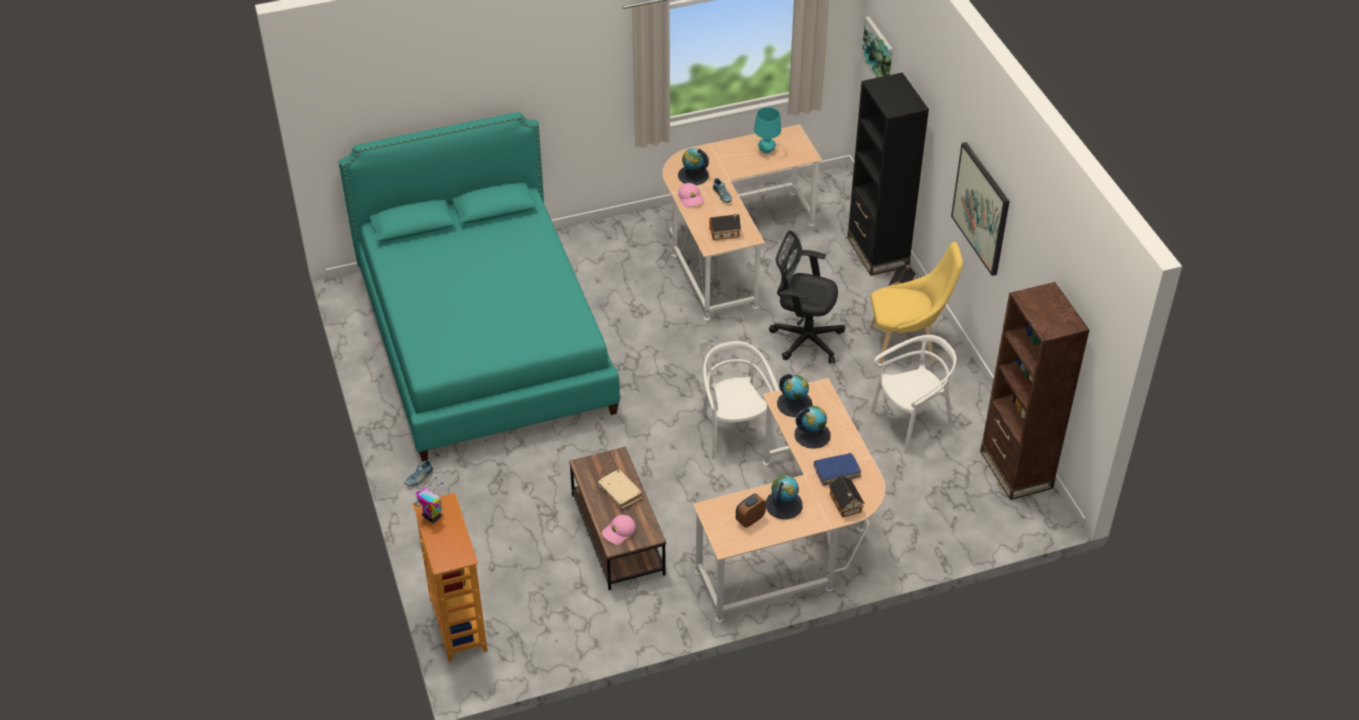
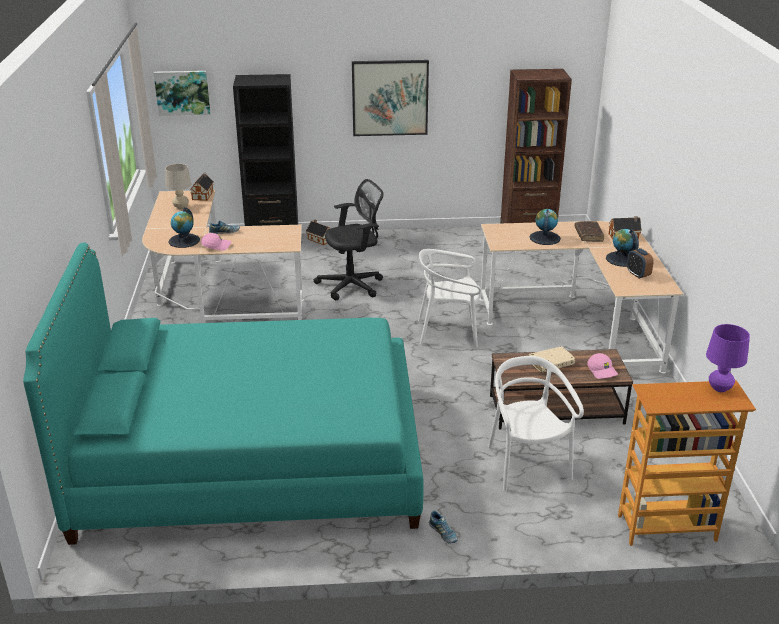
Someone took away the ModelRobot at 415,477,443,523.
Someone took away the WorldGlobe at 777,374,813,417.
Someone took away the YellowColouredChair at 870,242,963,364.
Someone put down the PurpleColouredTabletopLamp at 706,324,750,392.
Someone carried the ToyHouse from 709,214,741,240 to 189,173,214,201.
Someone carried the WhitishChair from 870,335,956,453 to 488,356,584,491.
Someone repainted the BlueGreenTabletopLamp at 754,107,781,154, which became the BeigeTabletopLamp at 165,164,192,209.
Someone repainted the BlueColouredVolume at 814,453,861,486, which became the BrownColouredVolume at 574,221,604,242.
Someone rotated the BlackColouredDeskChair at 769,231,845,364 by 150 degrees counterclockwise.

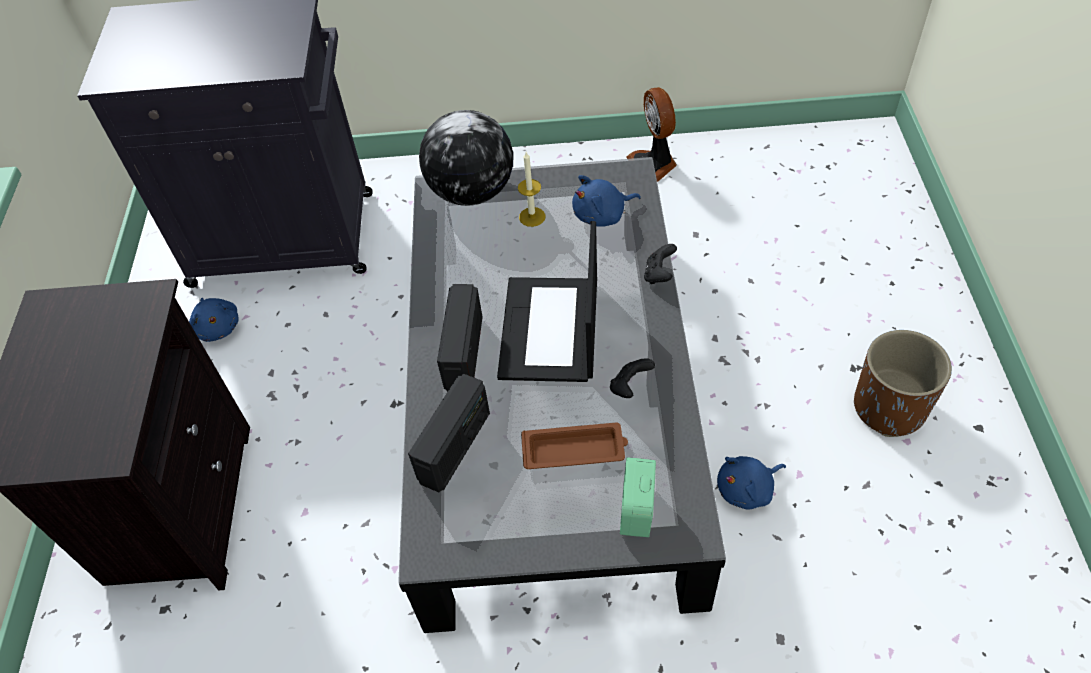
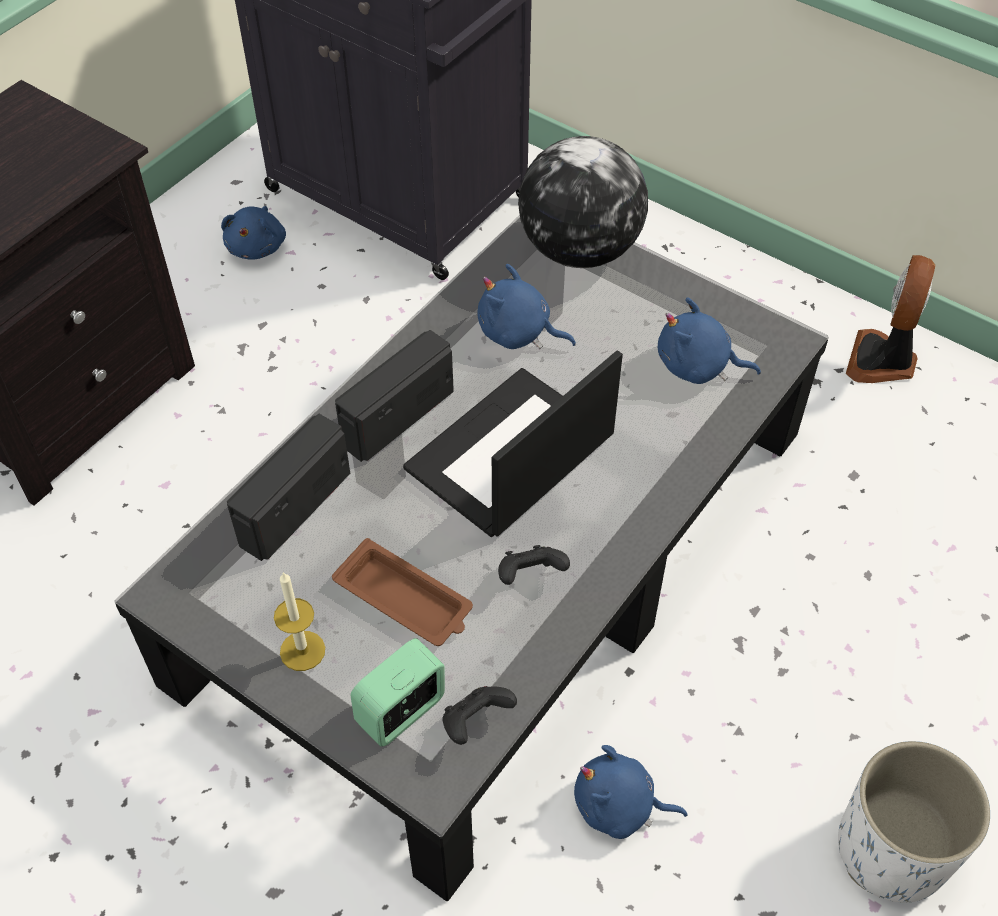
Someone put down the BlueColouredCuddlyToy at 478,264,576,349.
Someone carried the WaxLight from 518,152,546,227 to 274,572,325,671.
Someone carried the BlackColouredGameController from 644,244,677,284 to 442,686,517,745.
Someone repainted the BrownColouredFlowerPot at 854,330,952,437, which became the WhitishFlowerPot at 838,741,990,903.
Someone rotated the RadioReceiver at 408,374,490,492 by 150 degrees clockwise.

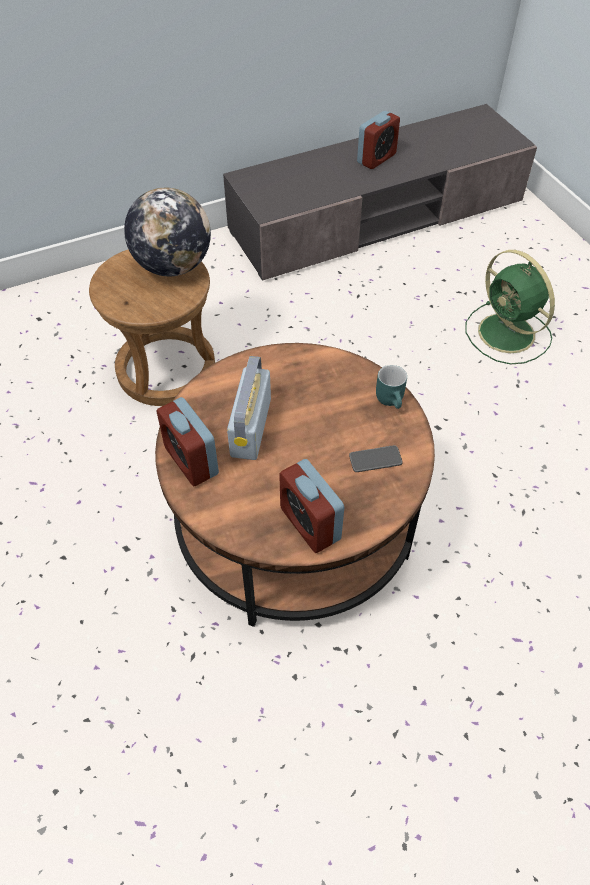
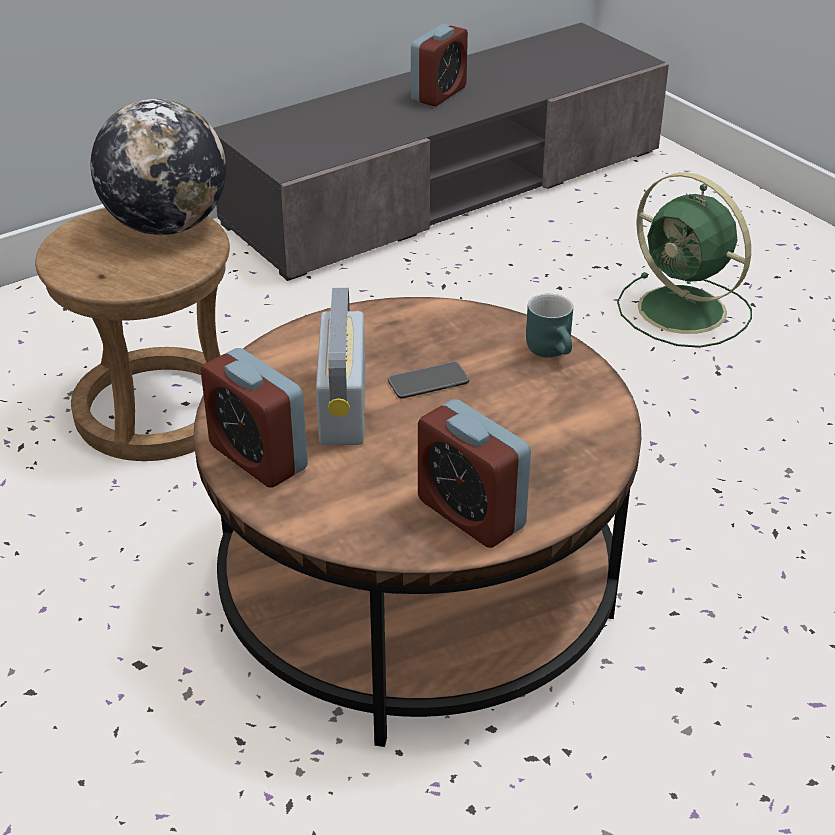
Someone carried the Phone from 349,445,403,472 to 388,362,469,398.

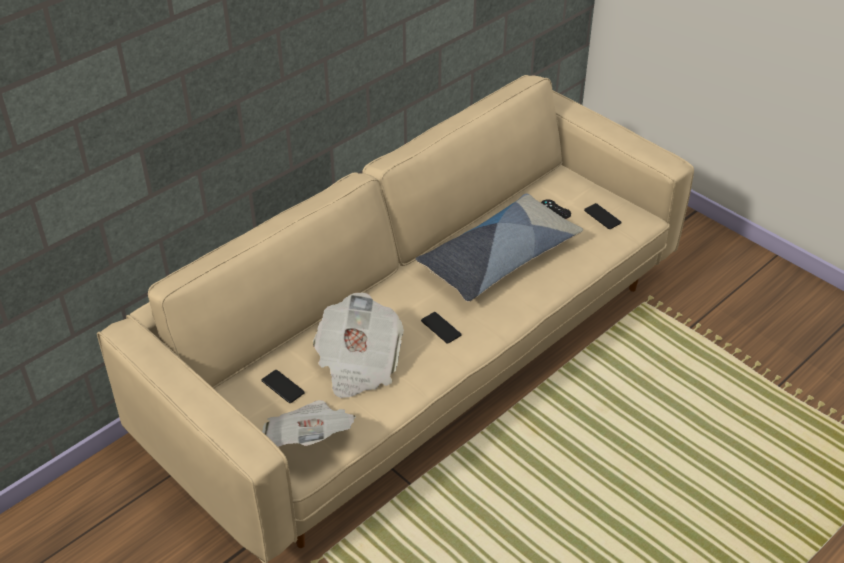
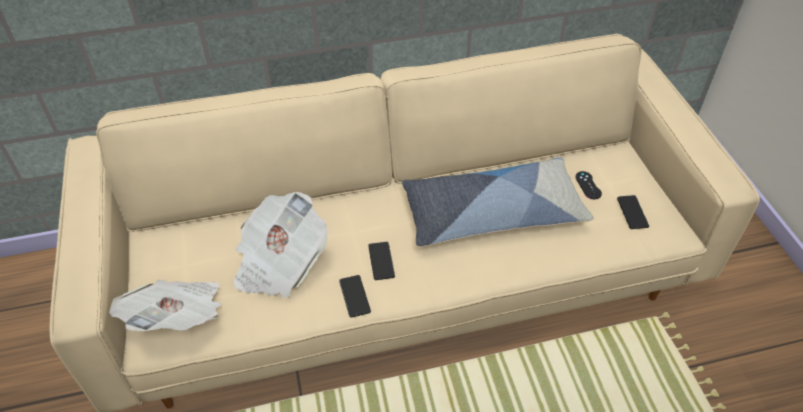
Someone carried the Phone from 262,370,305,403 to 339,275,371,318.

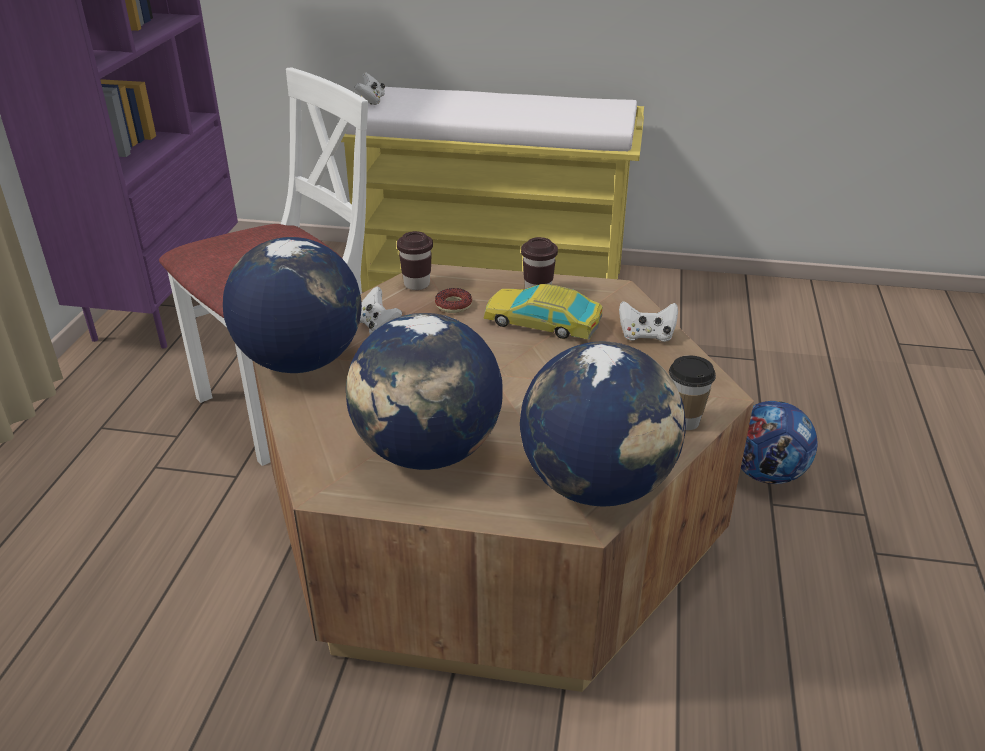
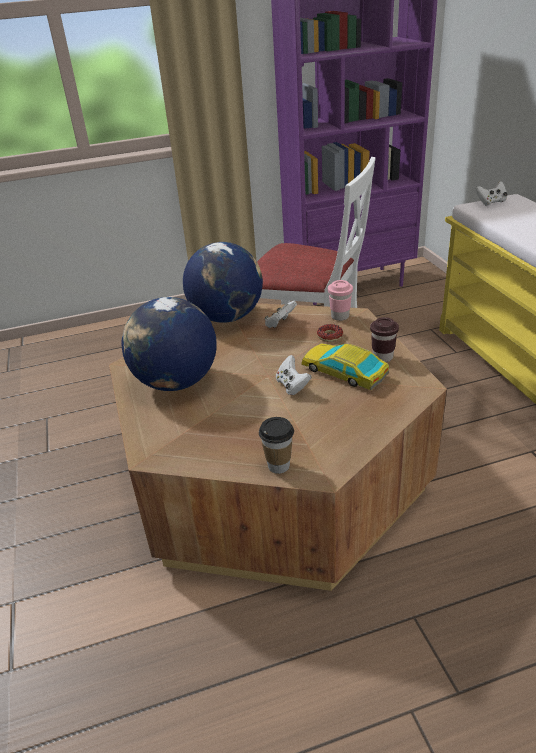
Someone took away the WorldGlobe at 520,341,686,507.
Someone took away the BallForFootball at 741,401,818,484.
Someone carried the WhitishGameController from 619,301,678,342 to 276,355,311,395.
Someone repainted the BrownColouredCup at 397,231,433,290, which became the PinkishCup at 328,280,353,321.
Someone rotated the MiniatureCar at 483,284,603,340 by 45 degrees counterclockwise.

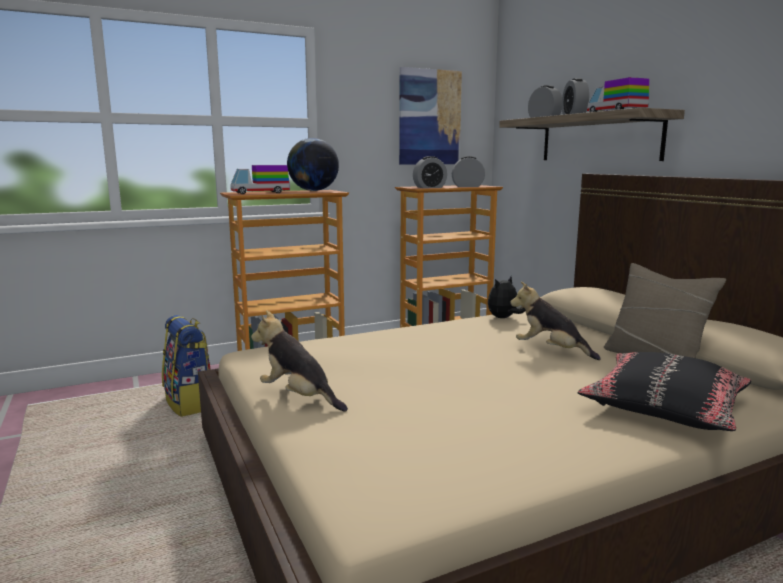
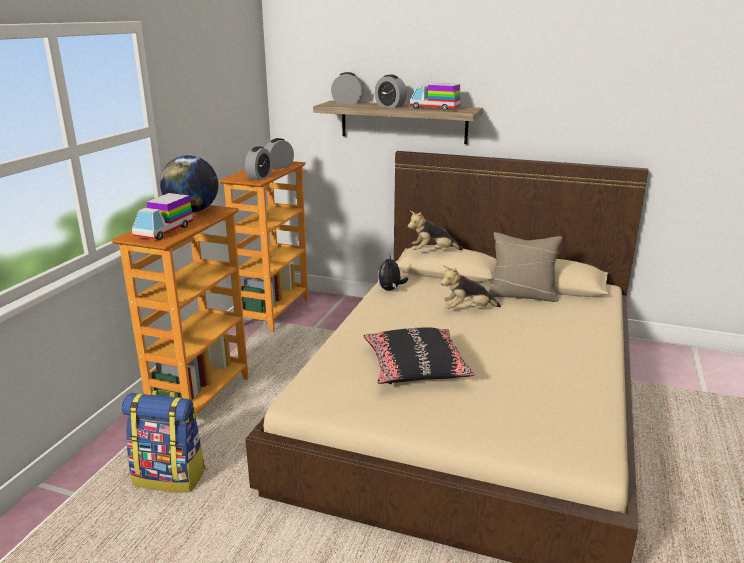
Someone took away the WallPicture at 399,67,462,164.
Someone carried the CuddlyToy from 251,310,348,412 to 408,211,463,250.
Someone carried the BlackColouredPillow from 578,352,751,431 to 363,327,475,384.

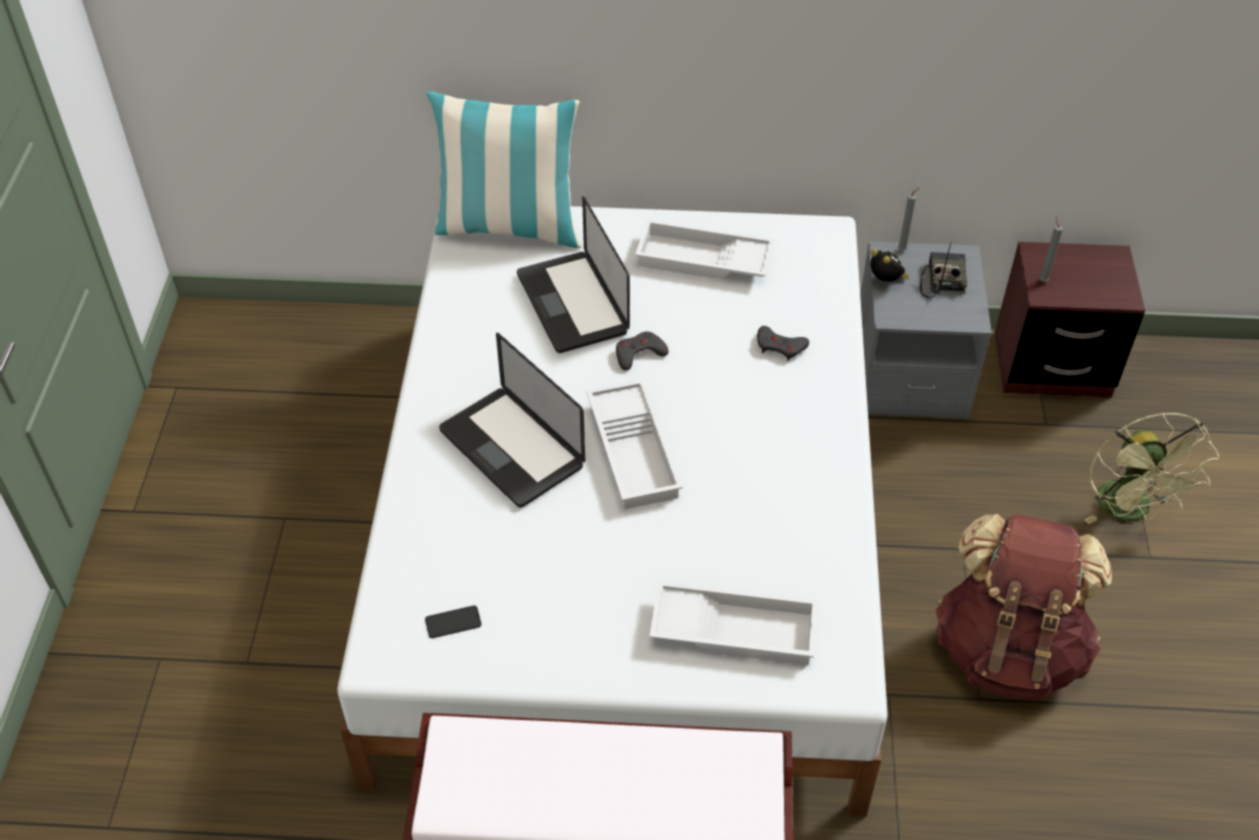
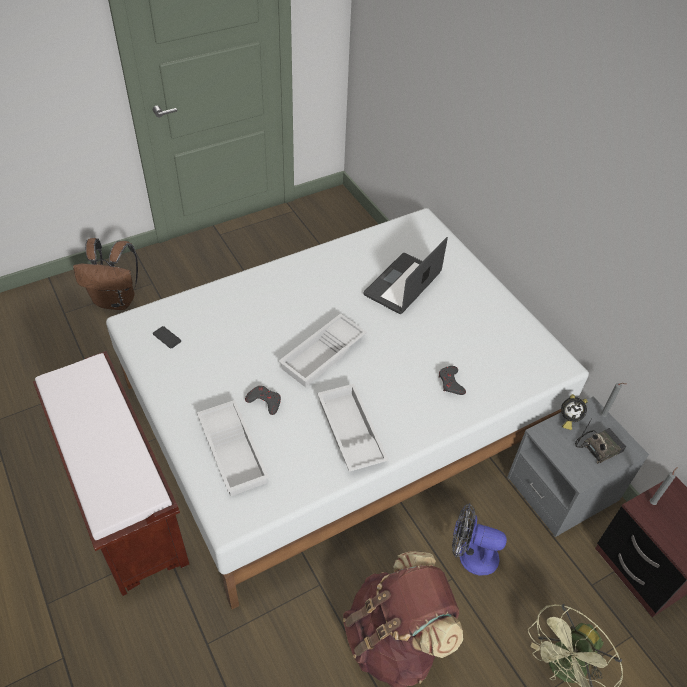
Someone took away the Pillow at 426,92,582,248.
Someone took away the Laptop at 439,333,585,508.
Someone put down the BrownColouredBackpack at 73,238,138,310.
Someone put down the ElectricFan at 452,503,507,576.
Someone carried the GrayGameController from 616,331,669,370 to 245,386,281,415.
Someone carried the WhitishServingTray from 635,219,774,279 to 317,384,388,472.
Someone rotated the BedsideClock at 870,249,909,282 by 75 degrees clockwise.

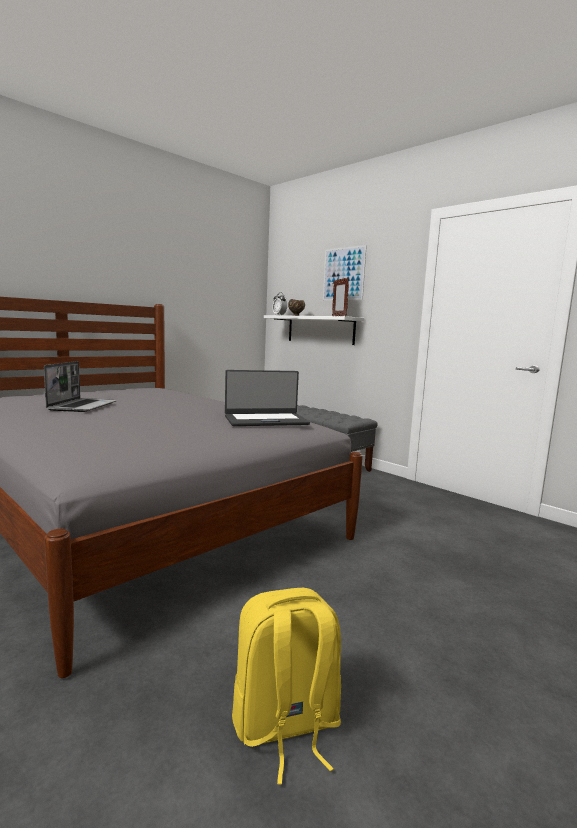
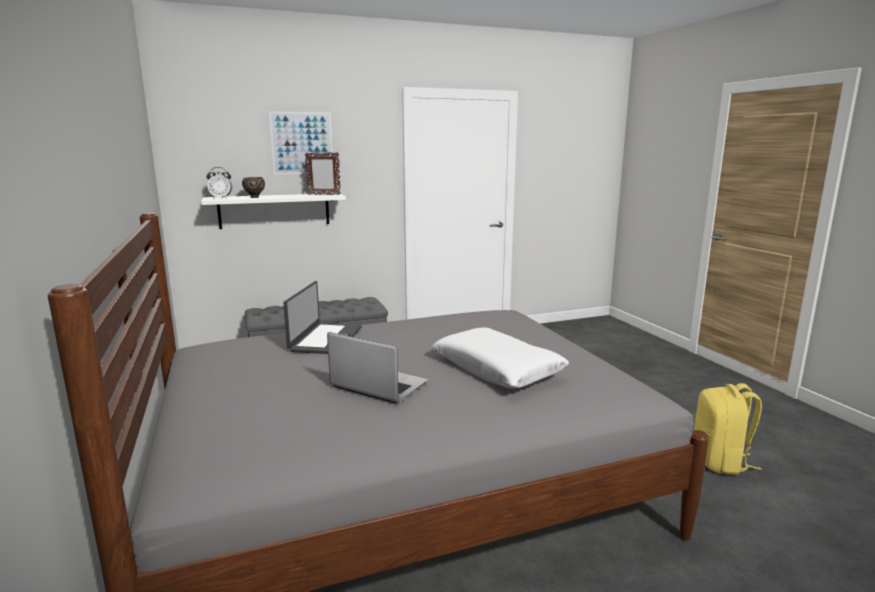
Someone put down the WhitishPillow at 432,327,569,389.
Someone carried the Laptop from 225,370,310,426 to 284,281,361,354.

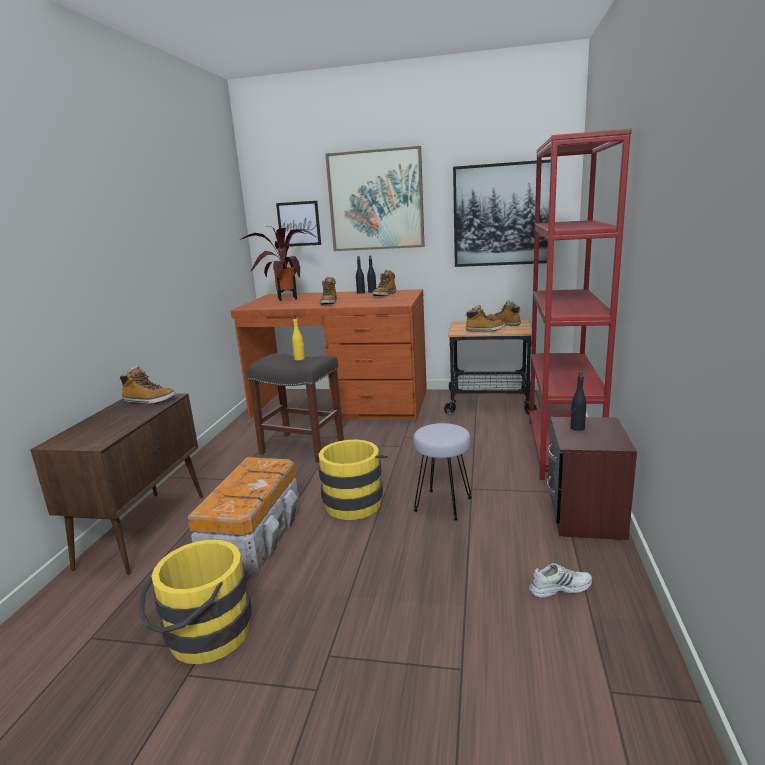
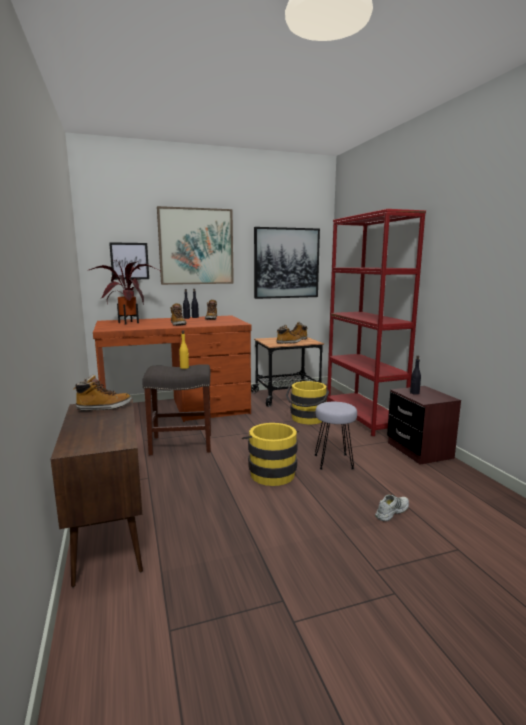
Someone took away the StorageBin at 188,457,300,575.
Someone carried the YellowColouredWaterBucket from 139,540,252,664 to 286,381,329,424.
Someone carried the WhitishLowShoe from 529,563,592,598 to 375,494,409,521.

